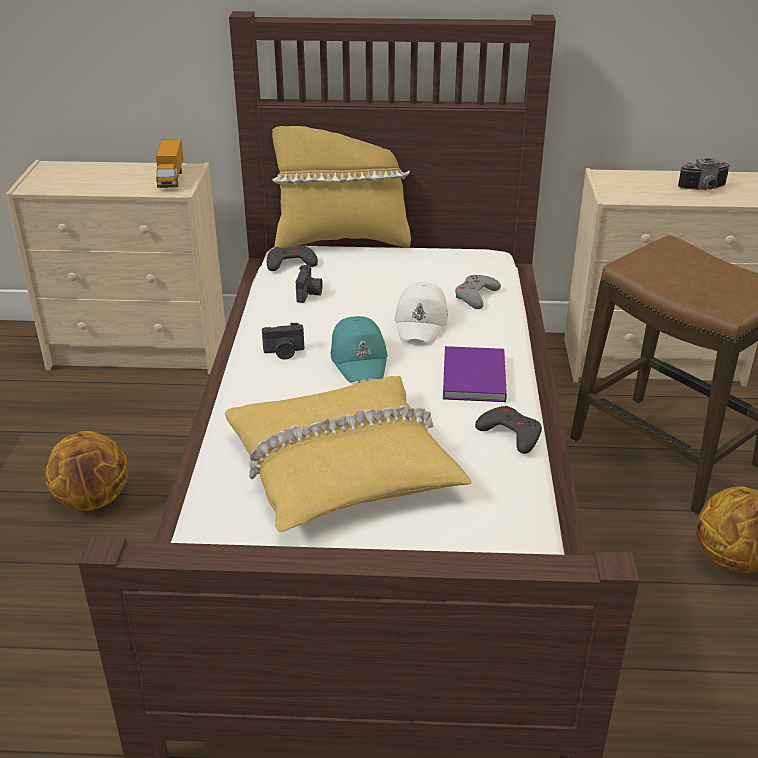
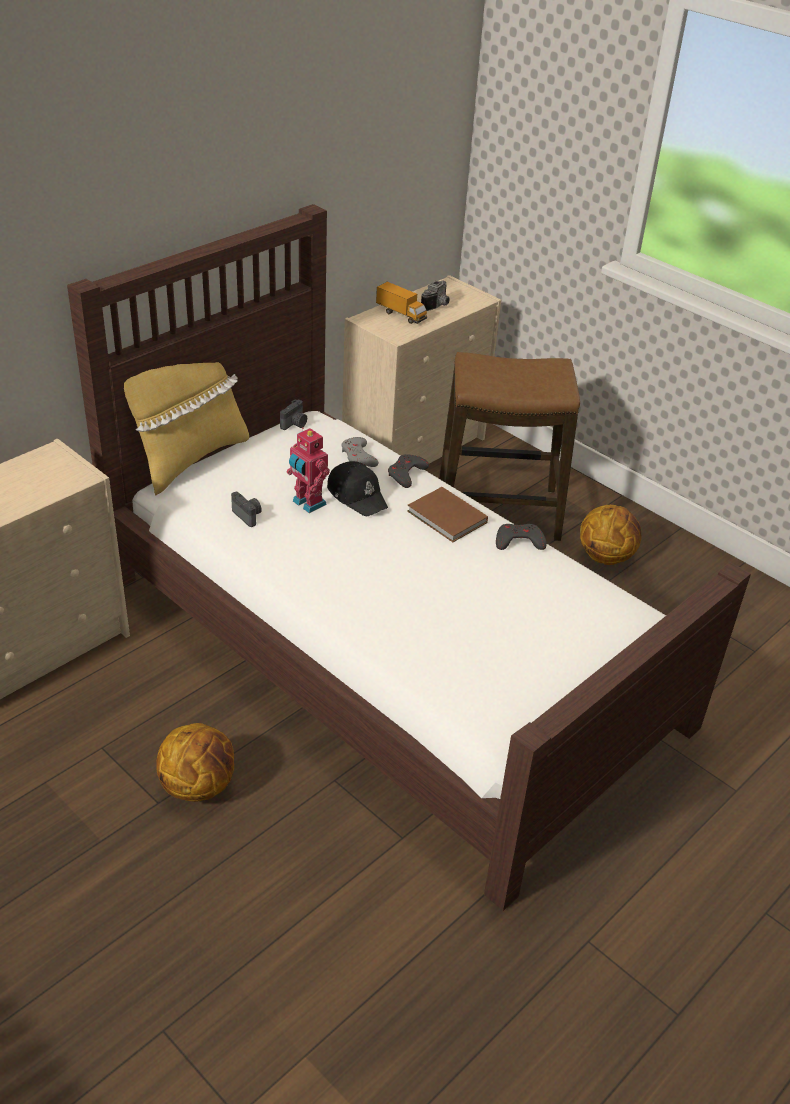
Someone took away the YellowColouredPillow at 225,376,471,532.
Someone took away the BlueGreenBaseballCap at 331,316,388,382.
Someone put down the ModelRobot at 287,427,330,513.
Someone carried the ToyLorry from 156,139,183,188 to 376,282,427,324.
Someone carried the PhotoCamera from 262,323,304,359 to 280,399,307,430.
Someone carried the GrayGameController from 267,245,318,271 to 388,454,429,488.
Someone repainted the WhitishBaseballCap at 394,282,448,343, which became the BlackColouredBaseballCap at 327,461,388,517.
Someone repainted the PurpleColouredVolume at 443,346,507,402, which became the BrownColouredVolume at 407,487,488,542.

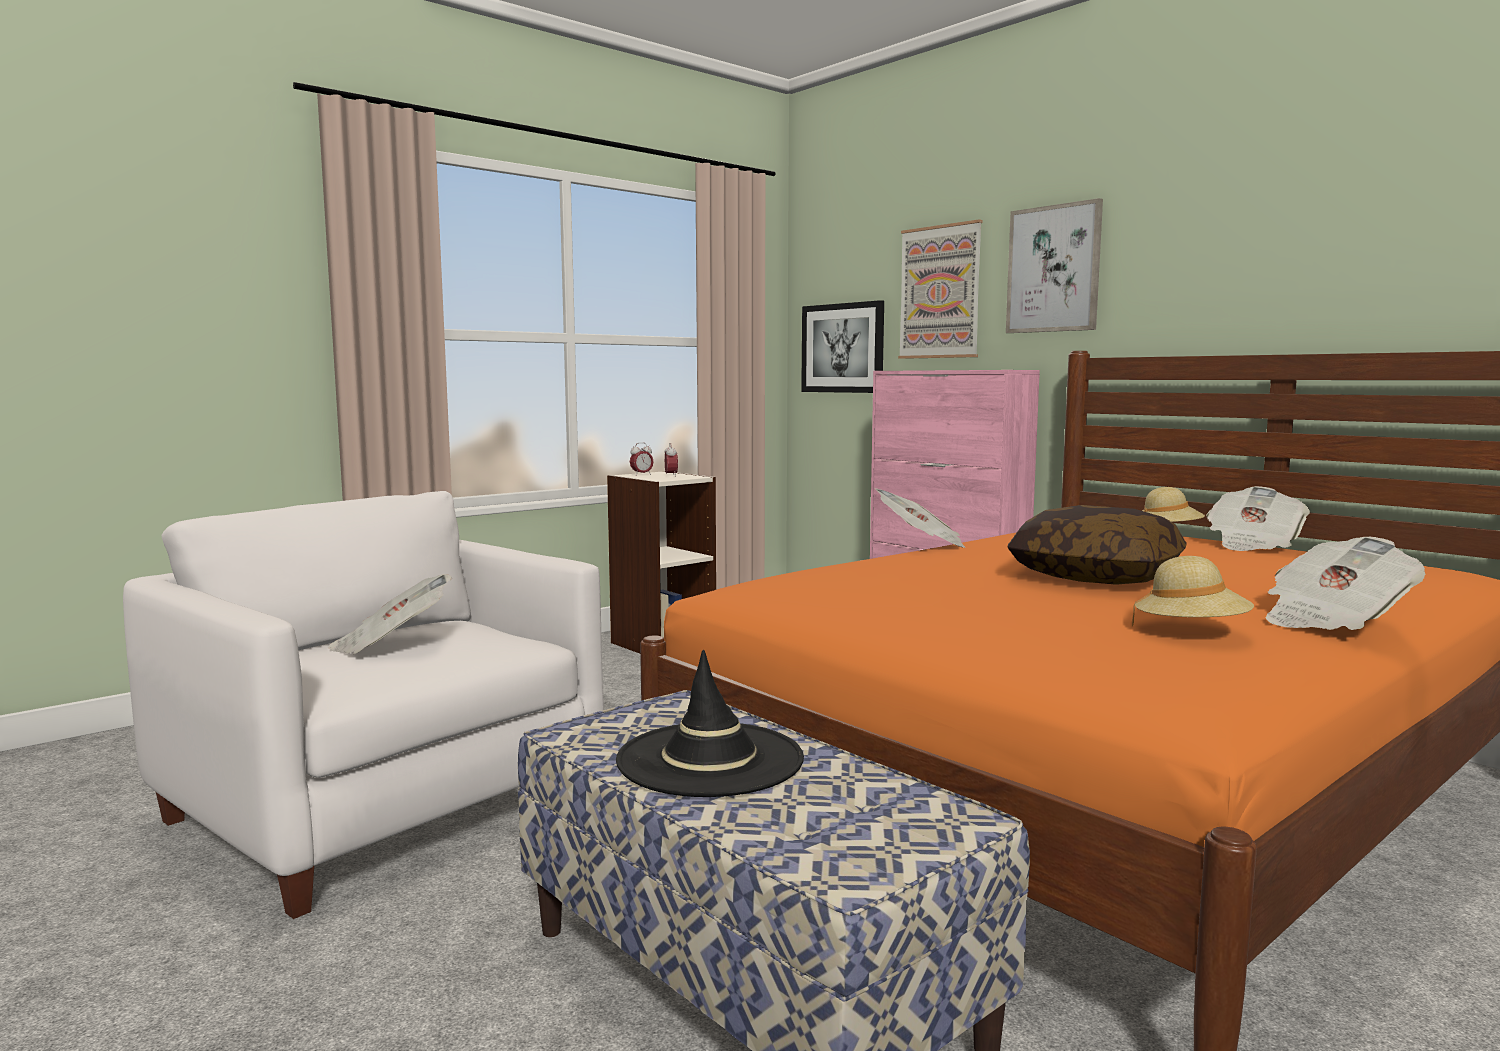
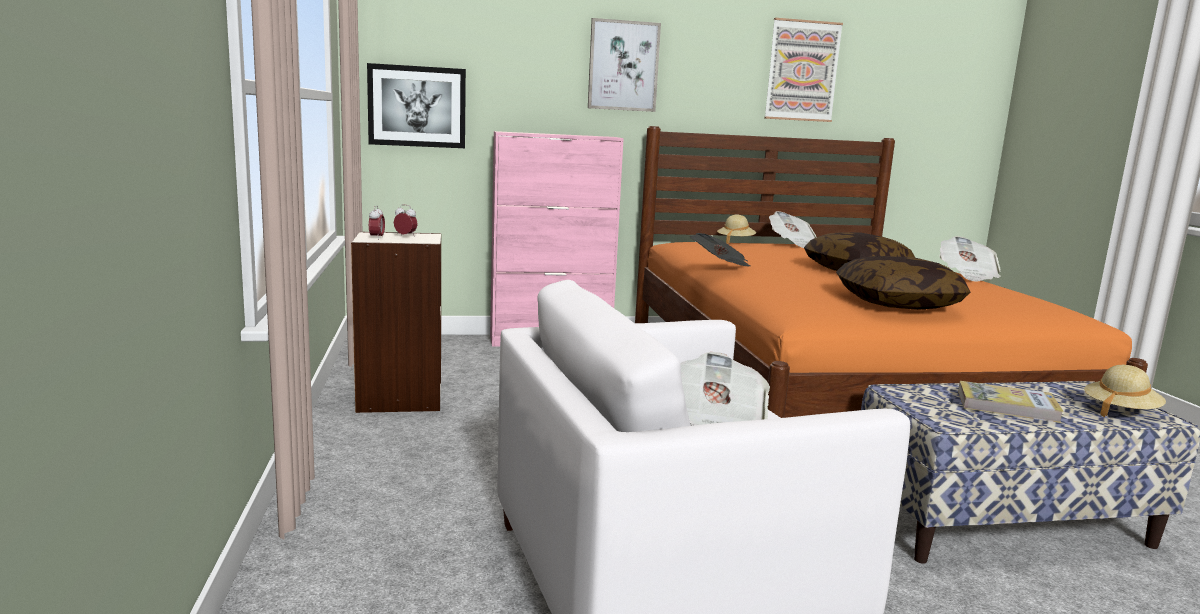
Someone put down the Pillow at 836,256,970,310.
Someone carried the WallPicture from 898,219,983,359 to 764,18,843,122.
Someone carried the BeigeHat from 1132,556,1254,626 to 1084,365,1166,417.
Someone swapped the BlackColouredHat at 616,650,804,797 for the Volume at 958,381,1064,423.

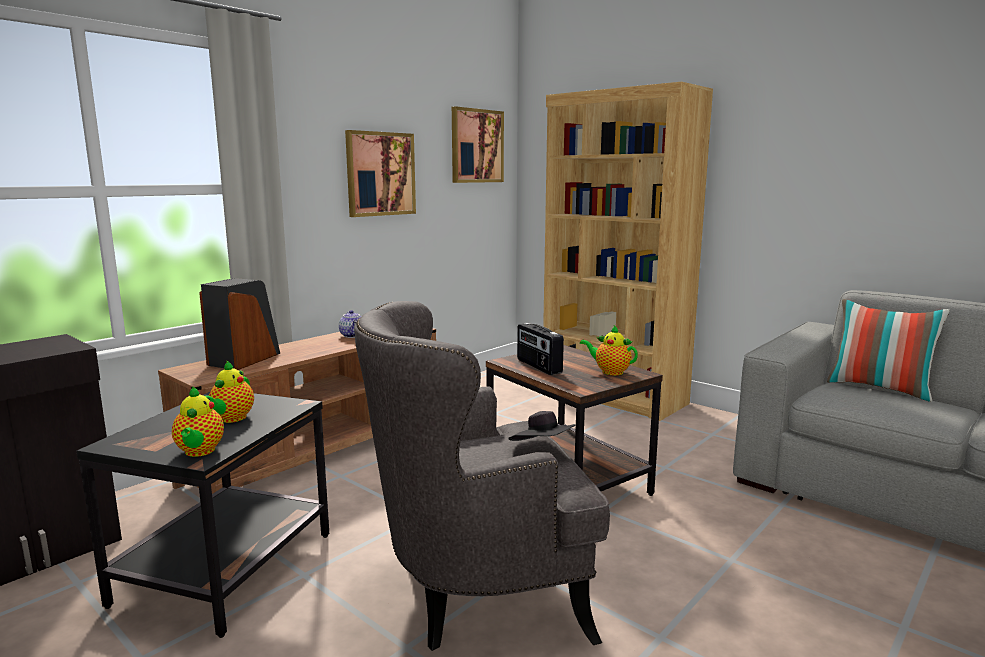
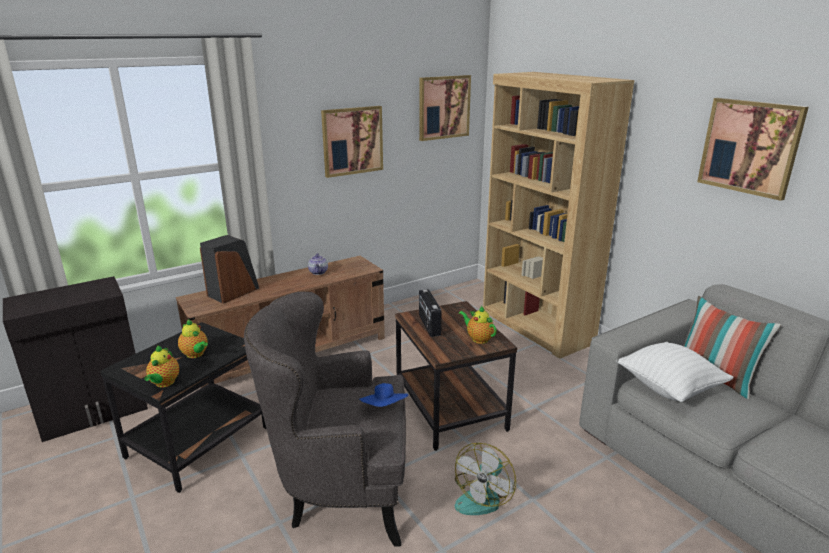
Someone put down the ElectricFan at 455,443,516,515.
Someone put down the WhitishPillow at 616,342,734,402.
Someone put up the WallPicture at 697,98,809,201.
Someone repainted the BlackColouredHat at 508,411,576,441, which became the BlueColouredHat at 359,383,408,407.
Someone rotated the Teapot at 205,361,254,423 by 75 degrees counterclockwise.

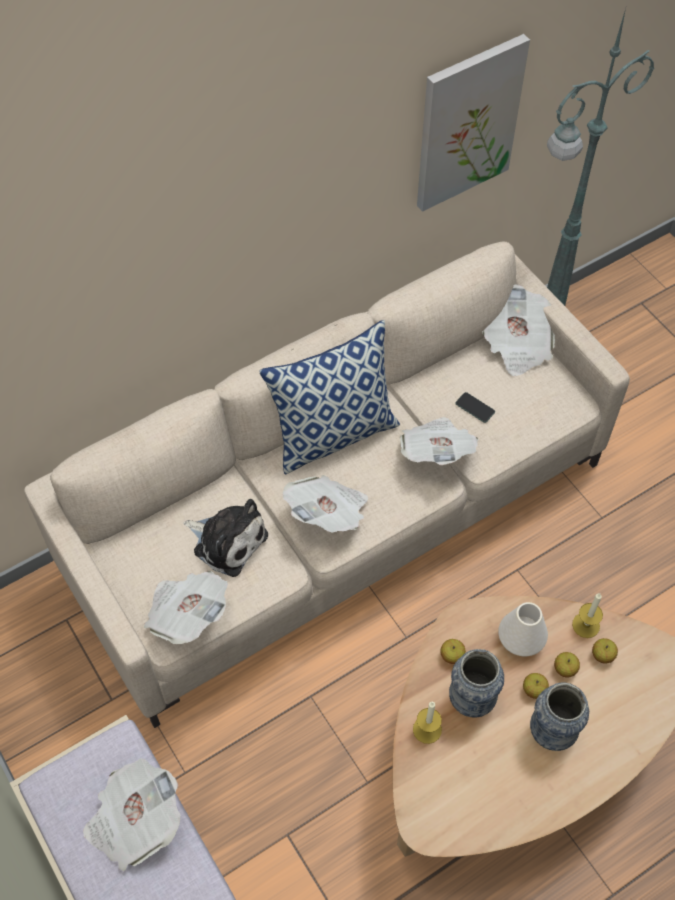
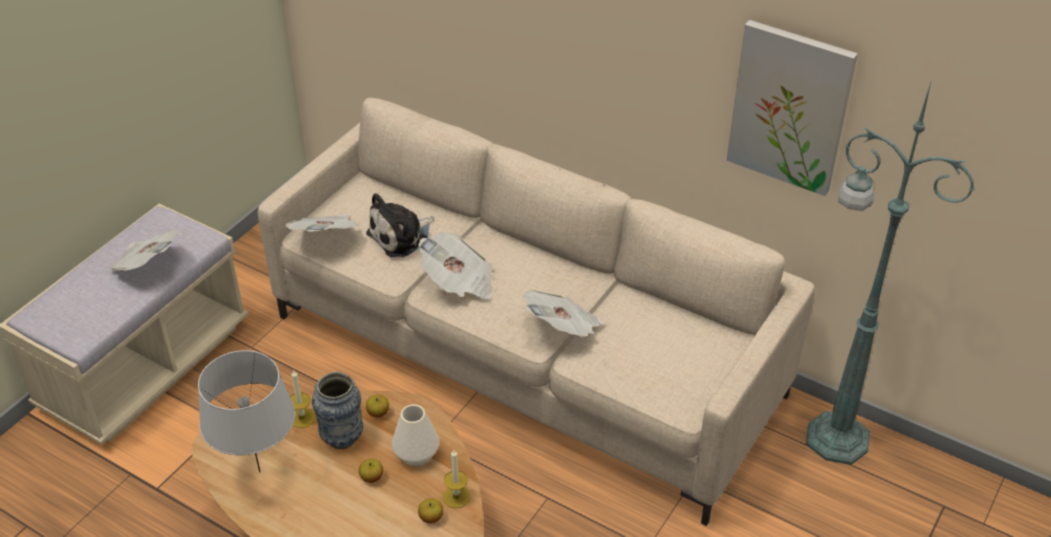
Someone took away the Pillow at 259,320,400,474.
Someone took away the Phone at 455,392,495,423.
Someone took away the DailyPaper at 482,285,555,377.
Someone took away the Vase at 530,682,589,751.
Someone took away the WholeApple at 554,652,580,677.
Someone put down the GrayTabletopLamp at 198,350,295,472.
Someone rotated the CuddlyToy at 183,499,268,577 by 45 degrees clockwise.

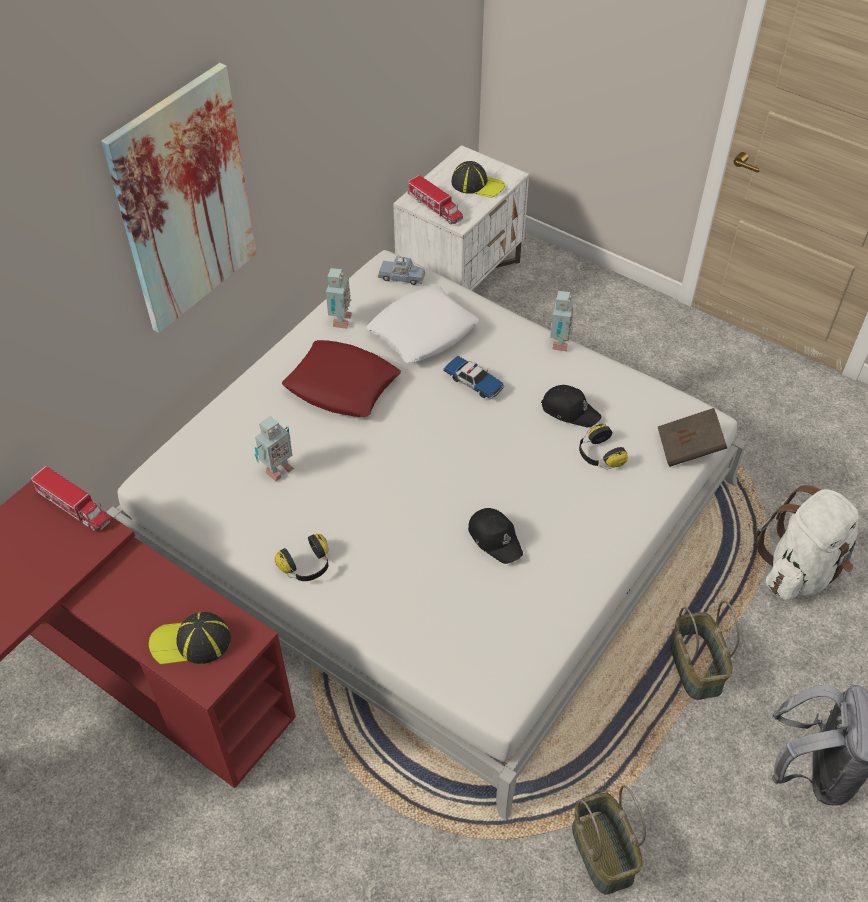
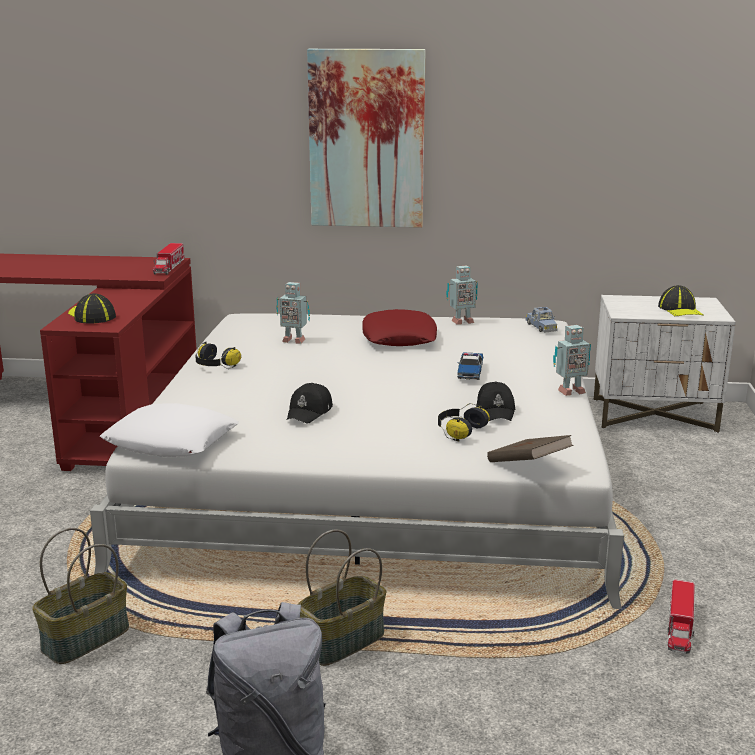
Someone took away the WhitishBackpack at 756,485,859,600.
Someone carried the WhitishPillow from 366,286,479,363 to 100,403,239,457.
Someone carried the ToyLorry from 408,175,463,224 to 667,579,695,654.

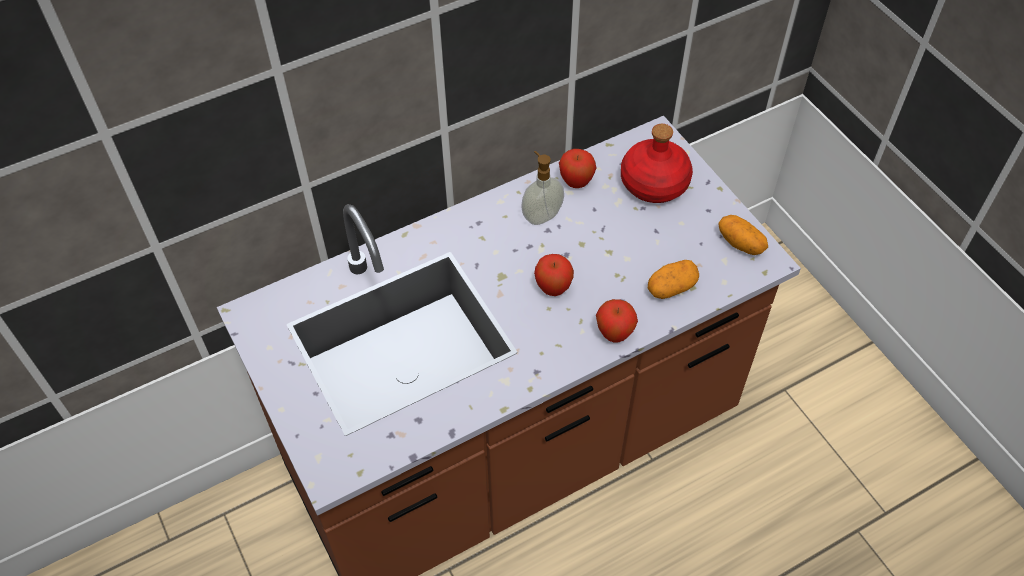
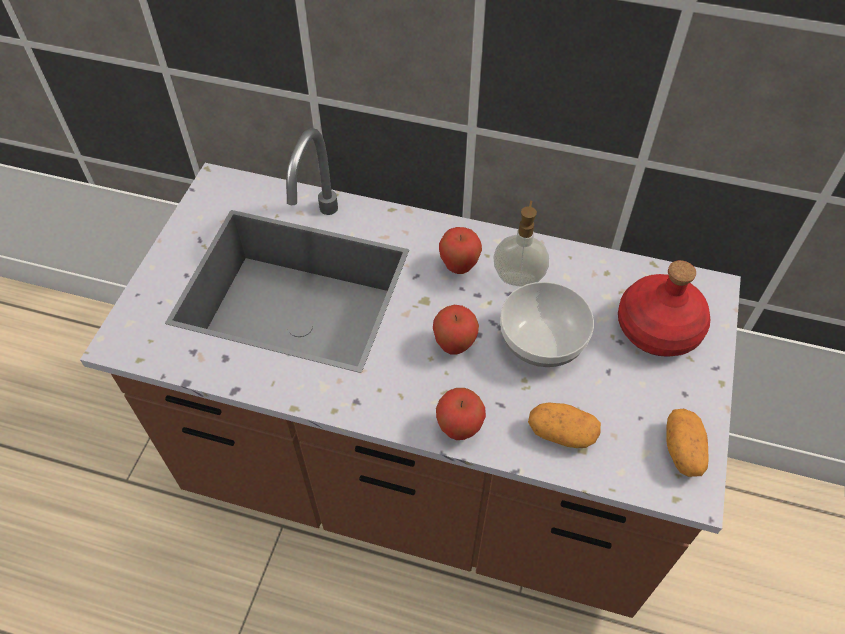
Someone put down the ServingBowl at 500,282,594,367.
Someone carried the WholeApple from 559,149,596,188 to 439,227,482,274.

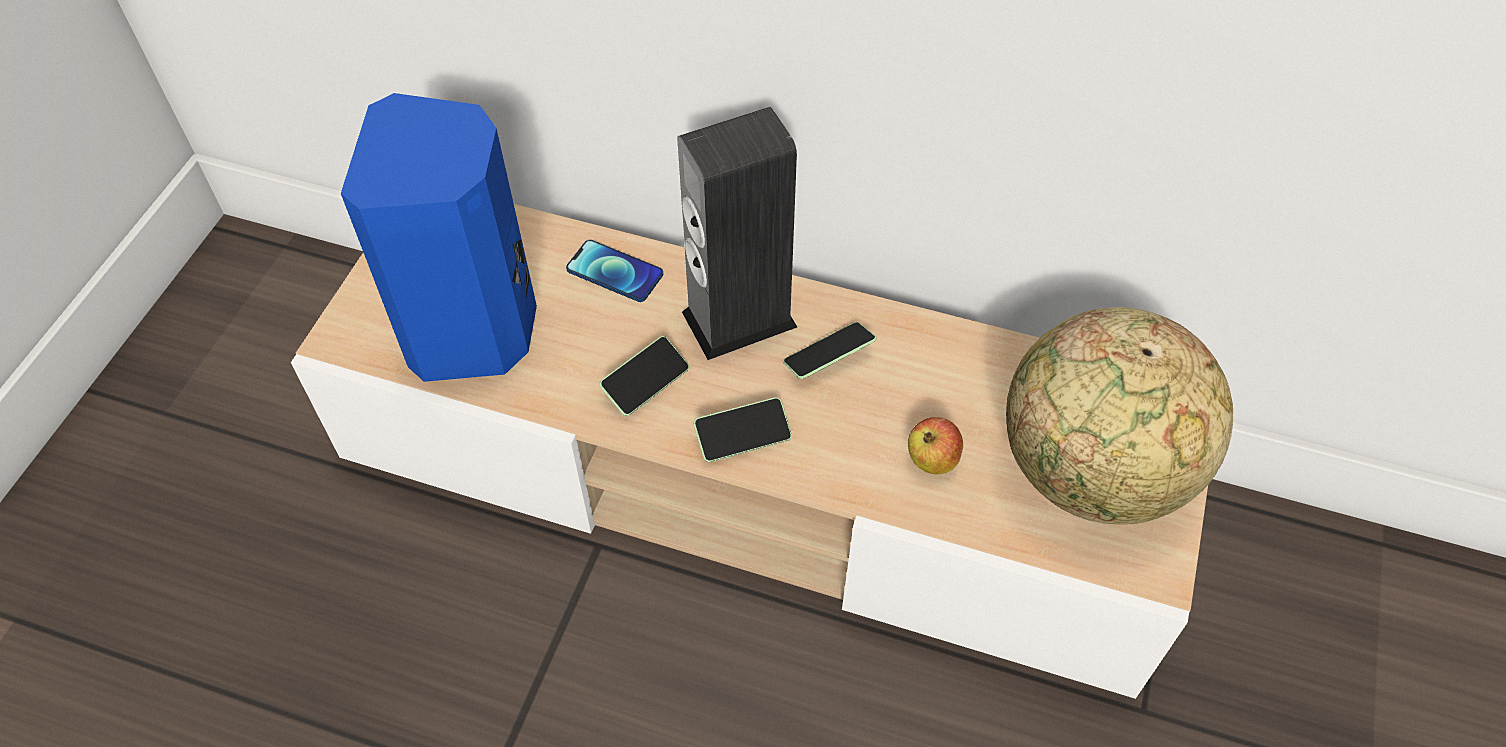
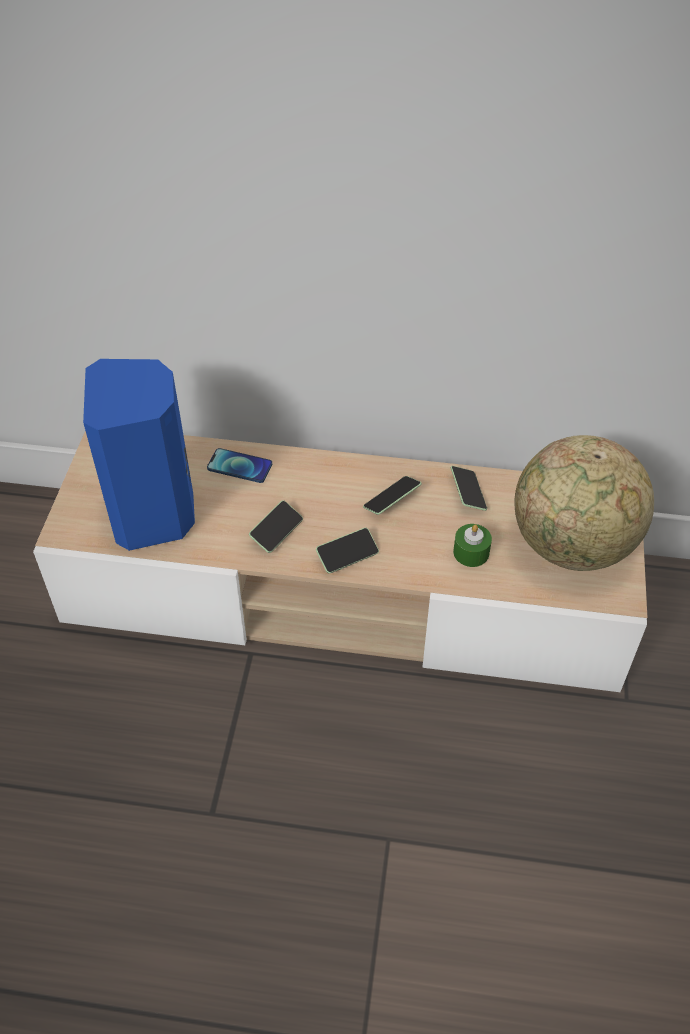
Someone took away the Loudspeaker at 677,107,797,360.
Someone put down the Phone at 451,466,487,511.
Someone swapped the WholeApple at 908,417,963,474 for the GreenColouredWaxLight at 453,524,492,567.

